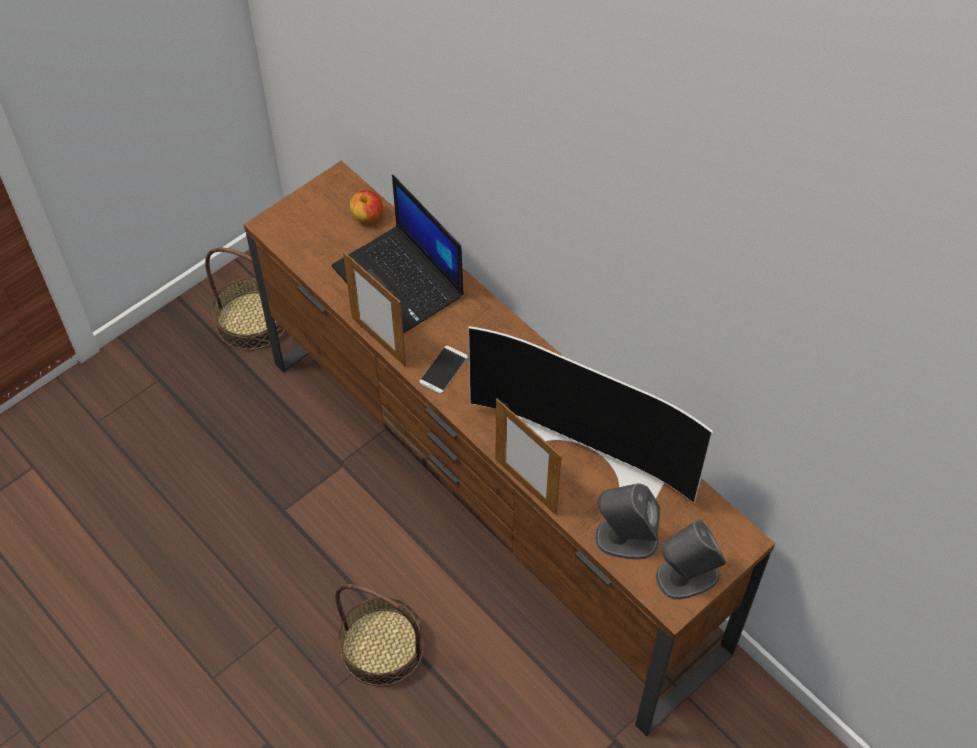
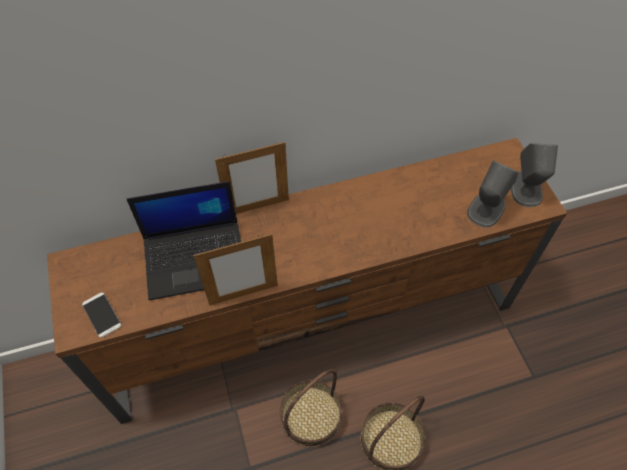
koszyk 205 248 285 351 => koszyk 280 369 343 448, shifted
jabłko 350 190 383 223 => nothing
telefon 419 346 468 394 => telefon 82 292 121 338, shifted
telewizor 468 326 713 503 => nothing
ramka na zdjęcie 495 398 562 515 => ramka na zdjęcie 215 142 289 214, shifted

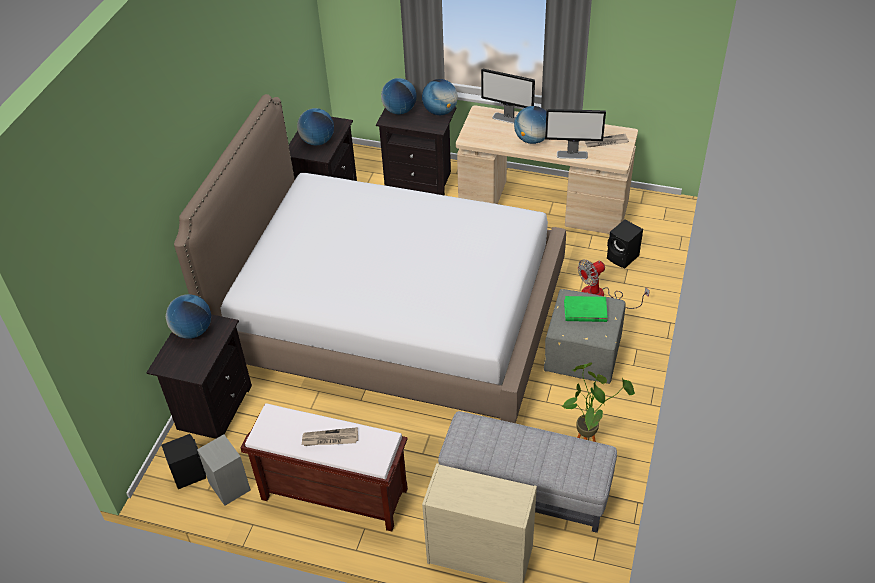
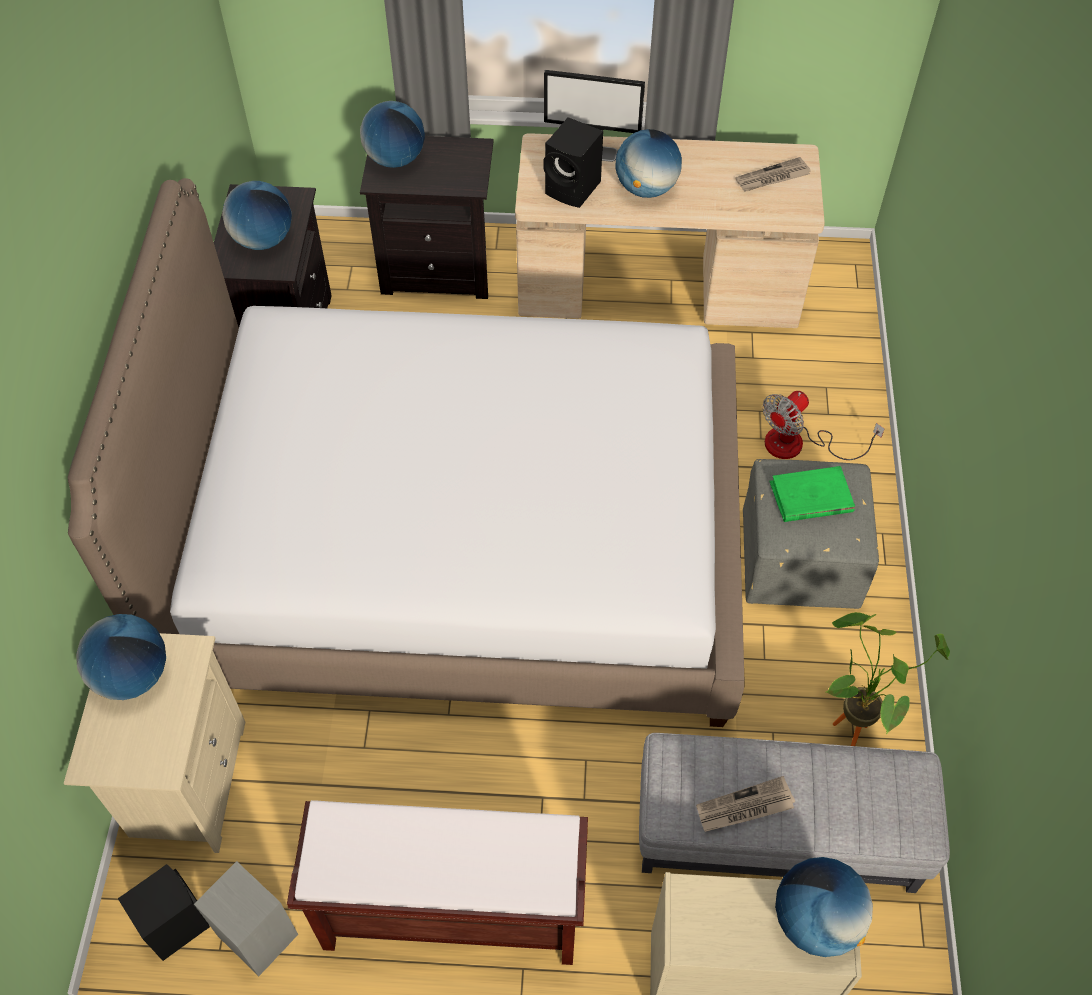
szafka nocna [czarny] 146 314 252 439 => szafka nocna [beżowy] 64 633 245 853
gazeta 301 427 358 446 => gazeta 696 776 795 832, shifted
globus 422 79 458 115 => globus 775 857 873 957, shifted
monitor 545 109 606 159 => nothing
głośnik [czarny] 607 219 643 268 => głośnik [czarny] 544 117 603 208, shifted

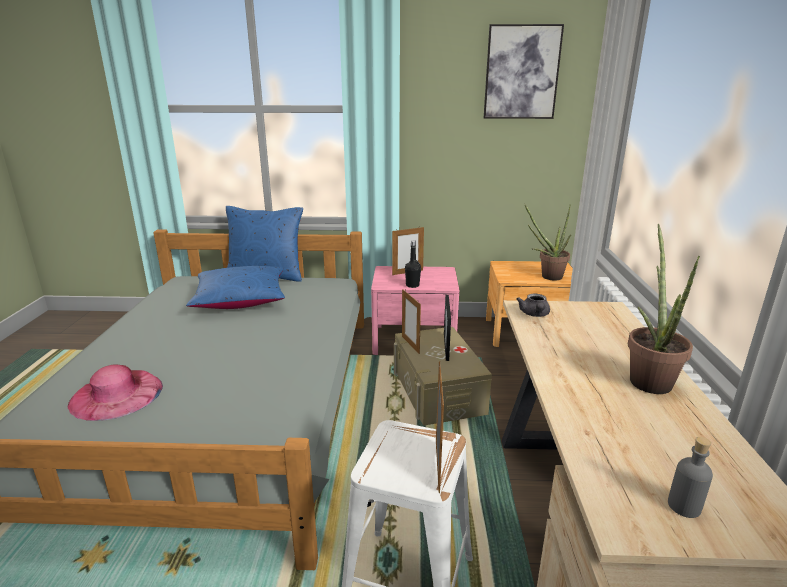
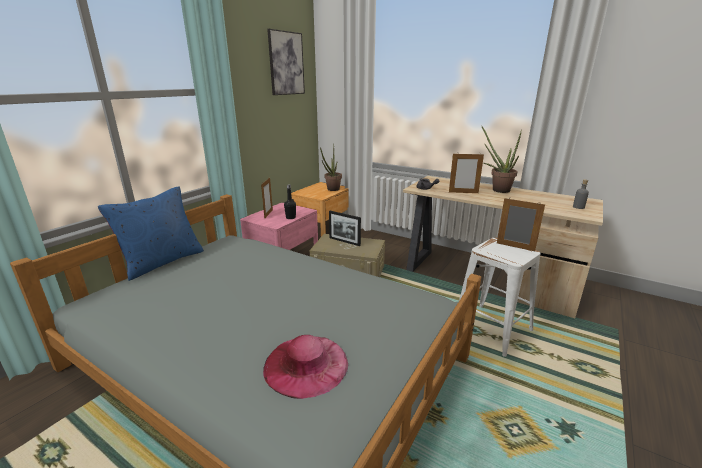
poduszka [niebieski] 186 266 285 309 => nothing
ramka na zdjęcie 402 289 421 354 => ramka na zdjęcie 449 152 484 193, shifted

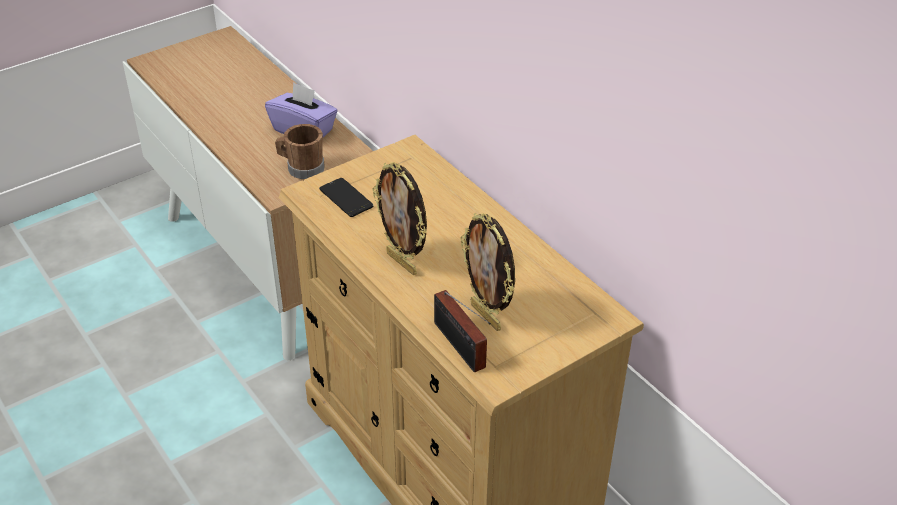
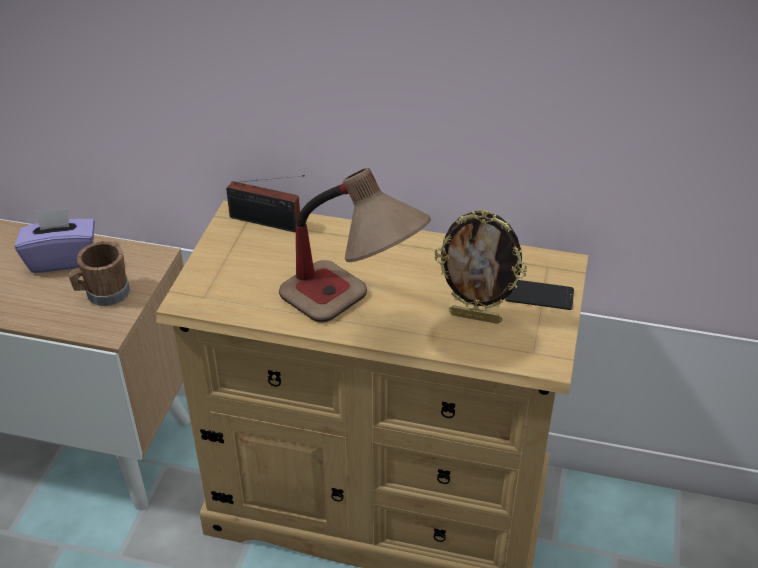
telefon 319 178 374 217 => telefon 505 280 574 310, shifted
ramka na zdjęcie 373 162 427 275 => lampa stołowa 279 168 431 323
radio 434 290 491 372 => radio 226 175 305 232, shifted

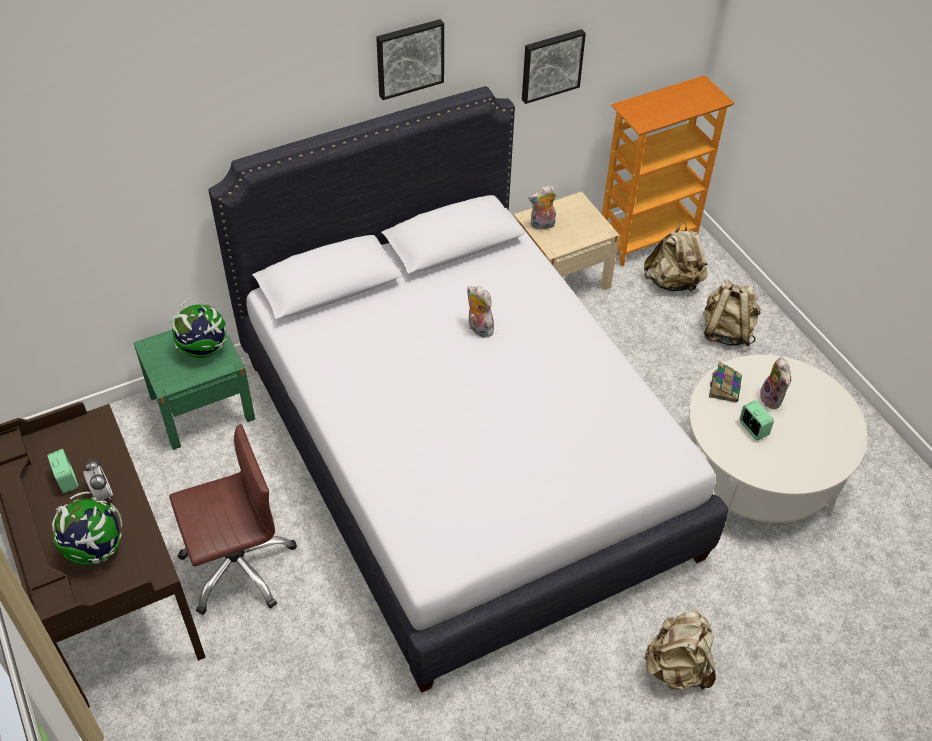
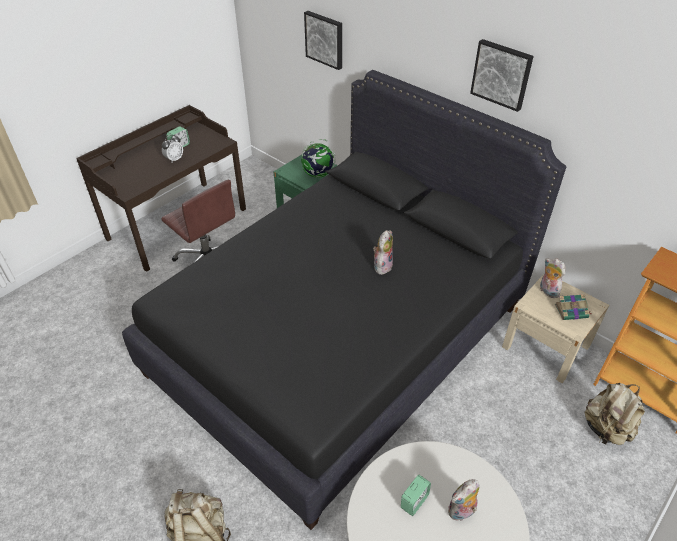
globus 52 492 122 565 => nothing
łóżko [biały] 209 86 728 693 => łóżko [czarny] 122 70 566 530
obraz 522 29 586 104 => obraz 304 11 342 70, shifted
plecak [beżowy] 703 279 761 346 => nothing
książka 709 361 742 403 => książka 555 294 591 320, shifted

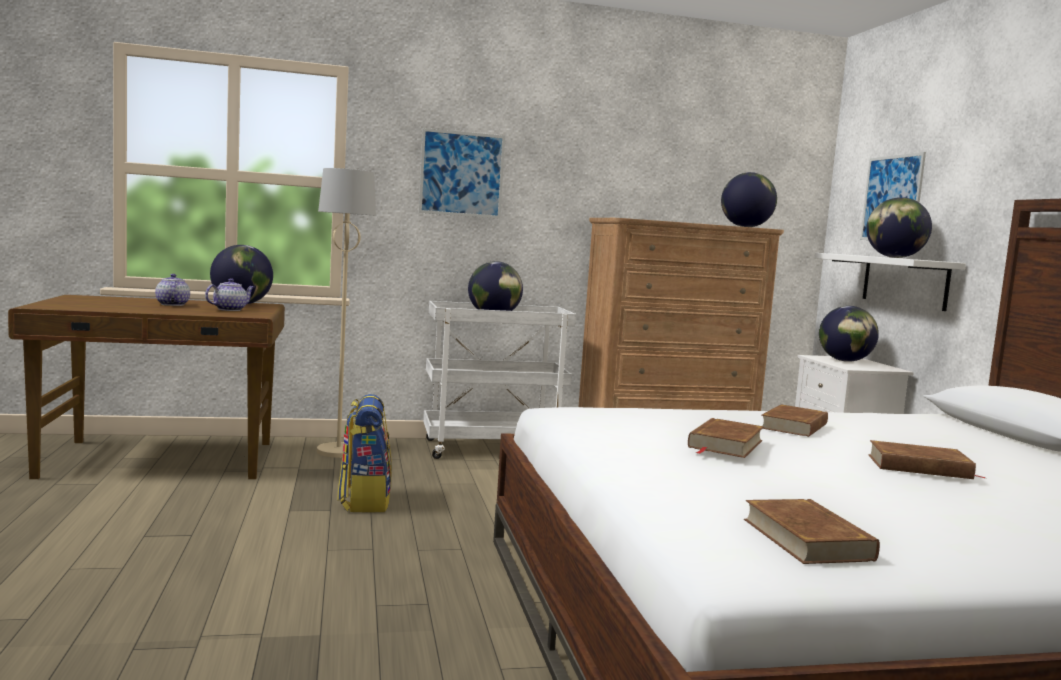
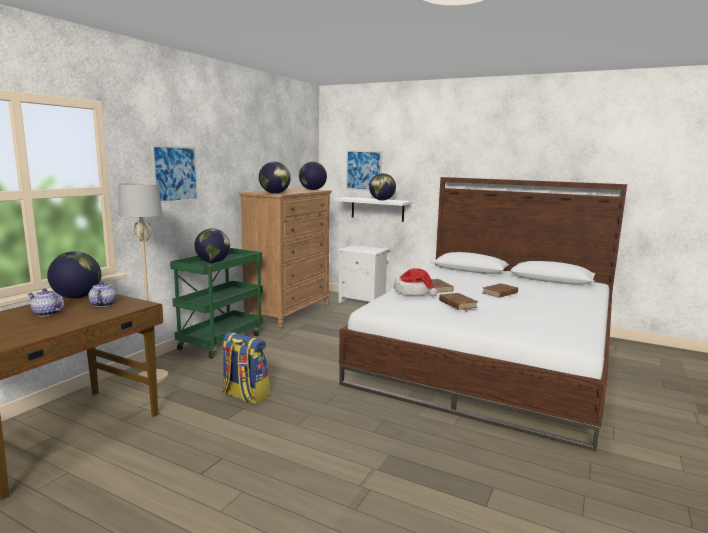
wózek [biały] 423 301 576 459 => wózek [zielony] 170 248 263 359
książka [brązowy] 744 499 880 564 => nothing
globus 819 306 879 362 => globus 259 162 291 194, shifted
nothing => kapelusz 394 268 438 296

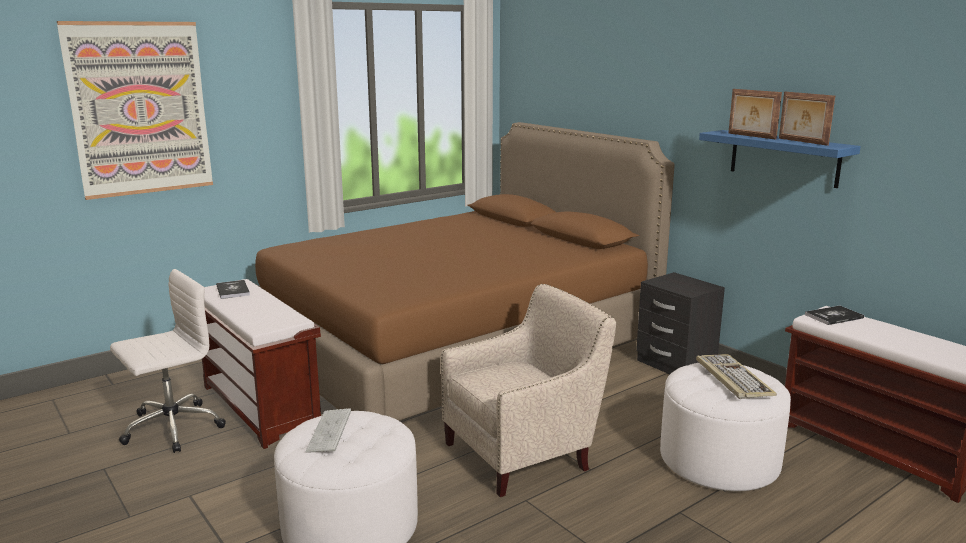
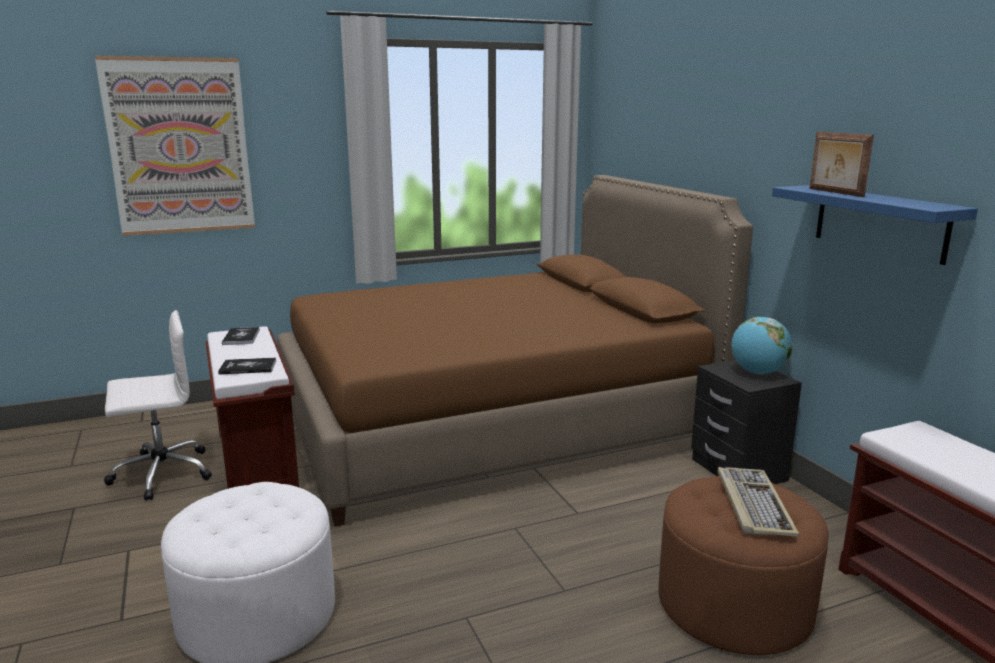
klawiatura 305 408 351 453 => nothing
fotel [beżowy] 440 284 616 497 => nothing
pufa [biały] 660 363 791 492 => pufa [brązowy] 658 476 829 655
ramka na zdjęcie 779 92 835 146 => nothing
książka 805 306 864 325 => książka 218 358 276 374, shifted
nothing => globus 731 317 792 374

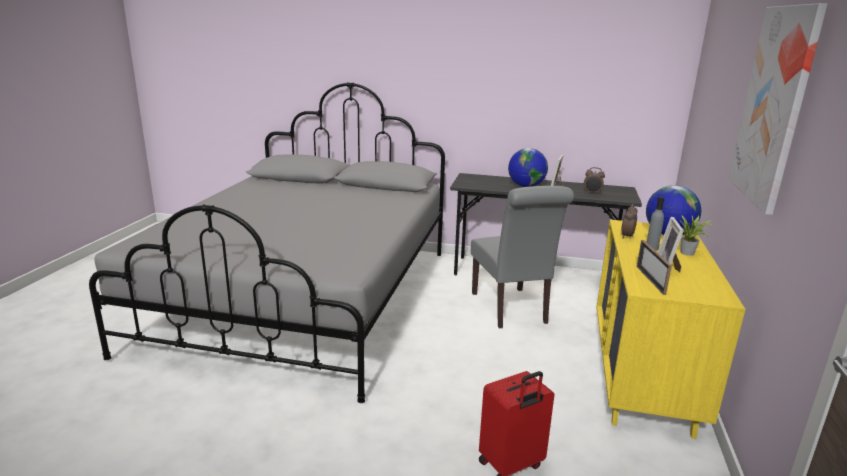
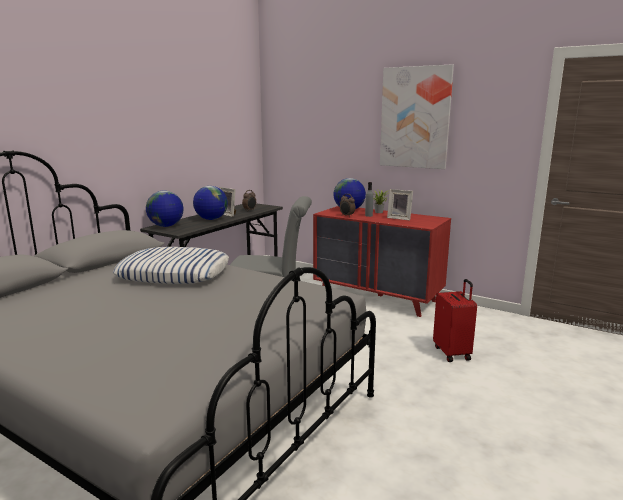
komoda [żółty] 597 220 746 439 => komoda [czerwony] 313 206 451 317
ramka na zdjęcie 637 240 672 295 => nothing
nothing => poduszka 113 247 229 284
nothing => globus 146 191 183 227

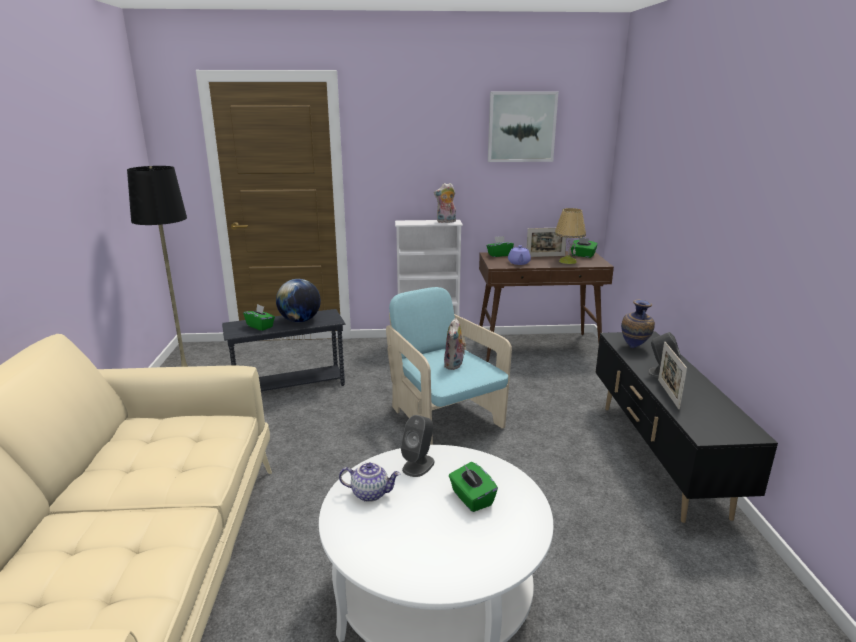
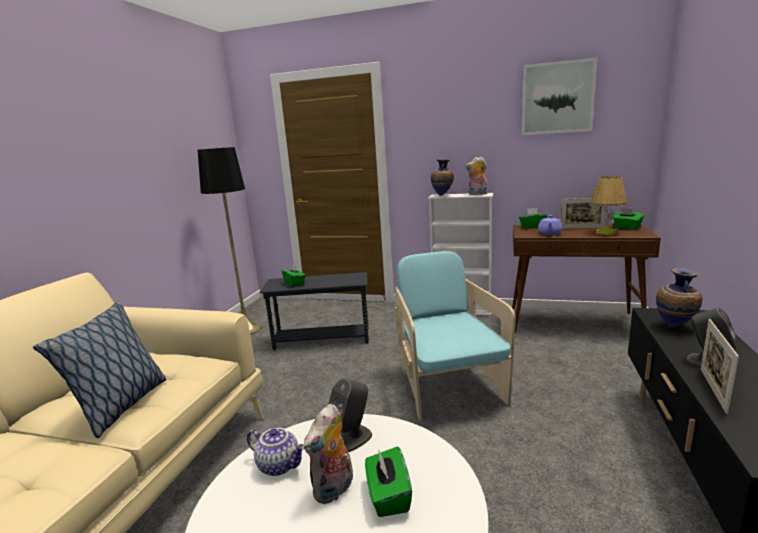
globus 276 279 321 322 => nothing
pluszak 444 318 467 370 => pluszak 304 404 353 504, shifted
nothing => poduszka 33 301 166 438
nothing => wazon 431 159 454 196

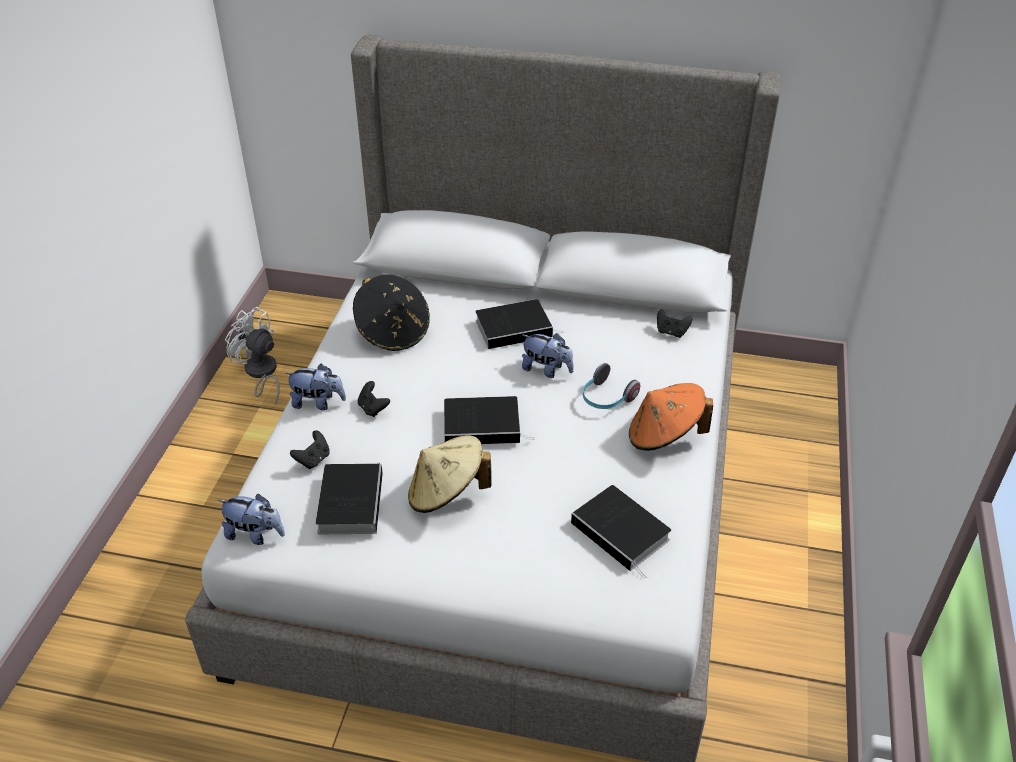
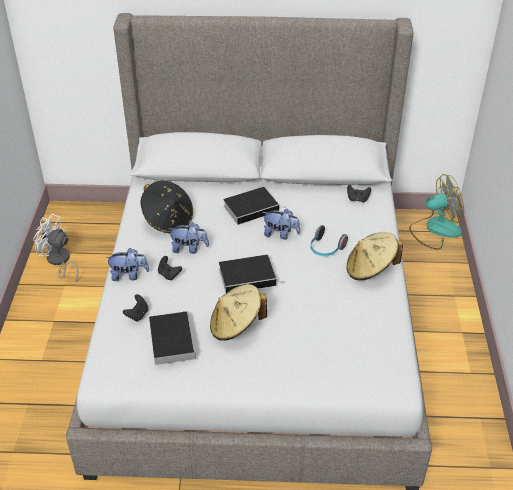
pluszak 218 494 285 545 => pluszak 169 222 209 254, shifted
książka 571 485 671 579 => nothing
kapelusz [pomarańczowy] 629 383 713 451 => kapelusz [beżowy] 346 232 403 280
nothing => wentylator 409 174 464 250

